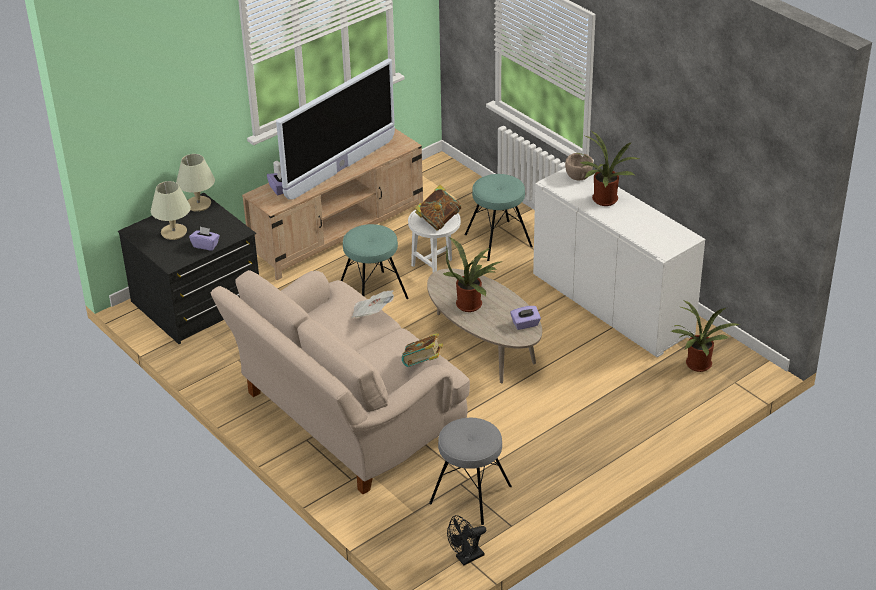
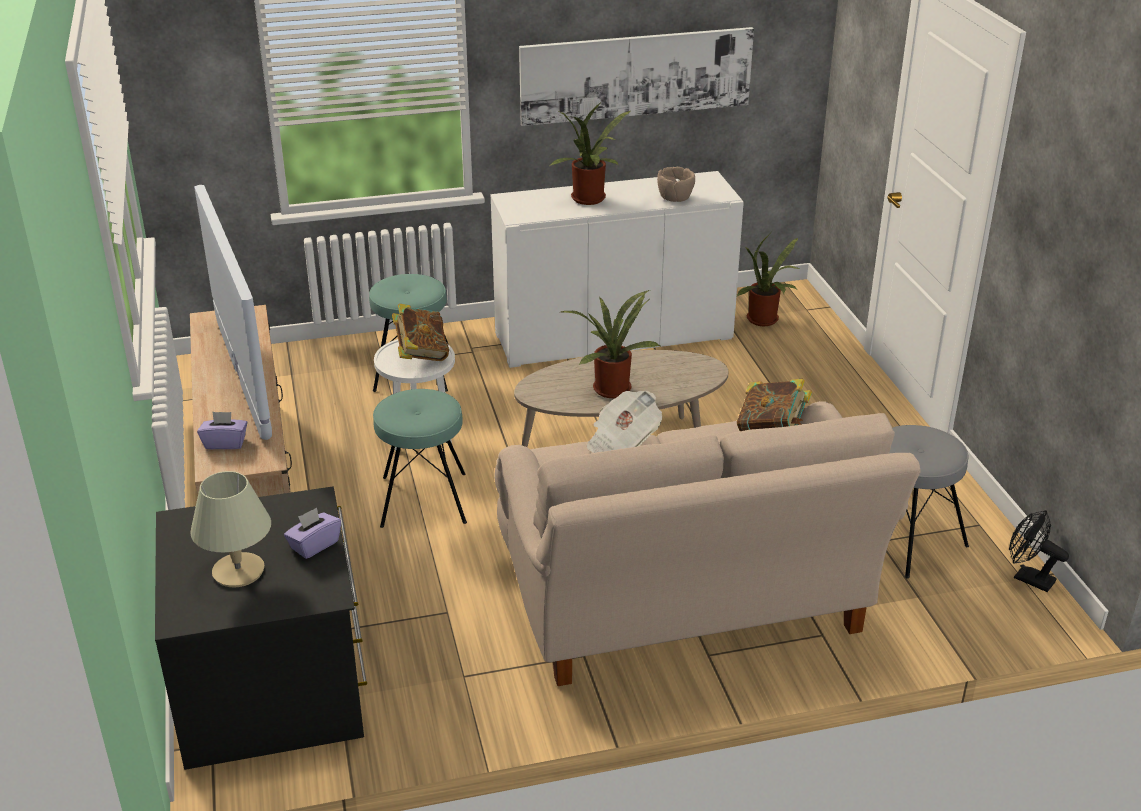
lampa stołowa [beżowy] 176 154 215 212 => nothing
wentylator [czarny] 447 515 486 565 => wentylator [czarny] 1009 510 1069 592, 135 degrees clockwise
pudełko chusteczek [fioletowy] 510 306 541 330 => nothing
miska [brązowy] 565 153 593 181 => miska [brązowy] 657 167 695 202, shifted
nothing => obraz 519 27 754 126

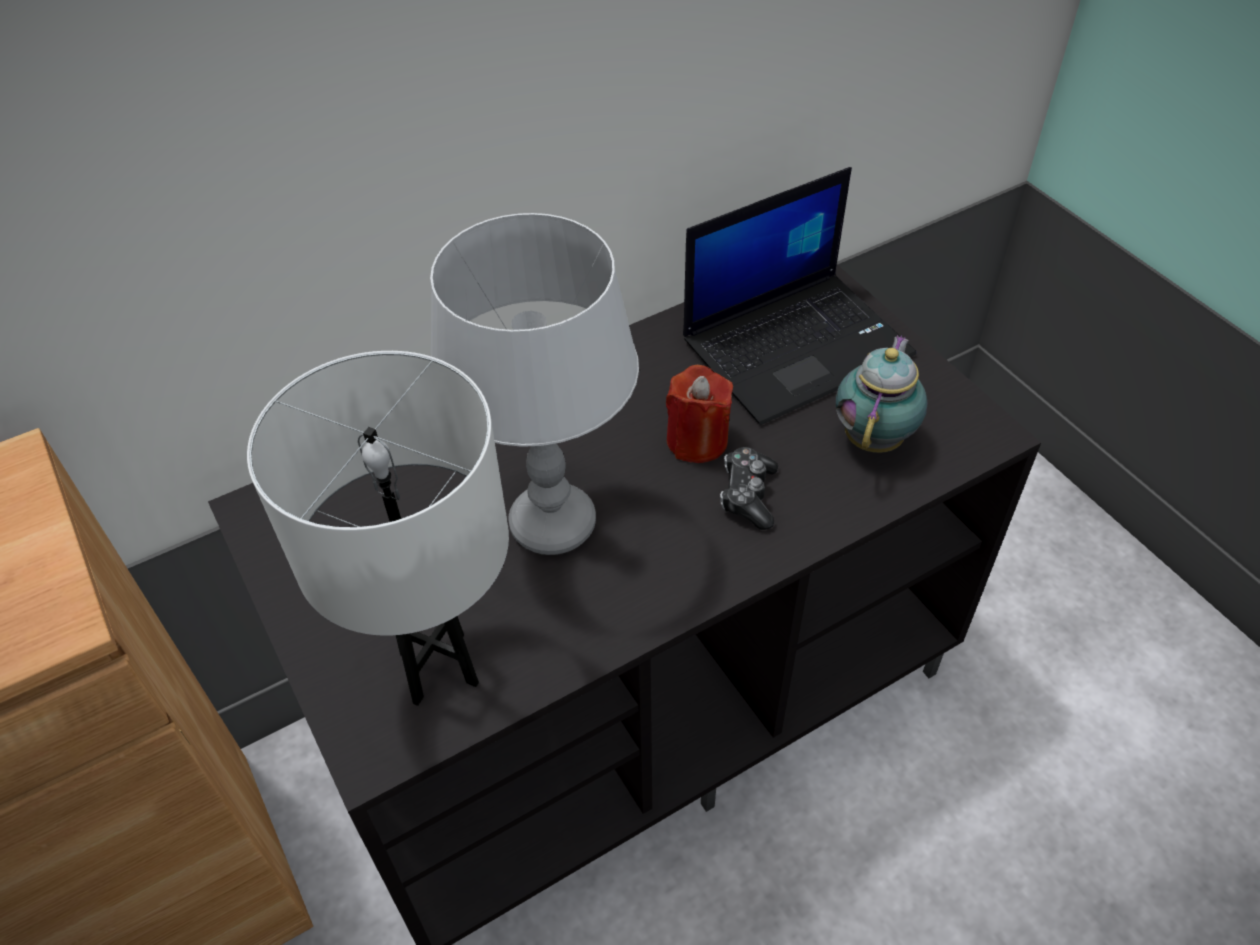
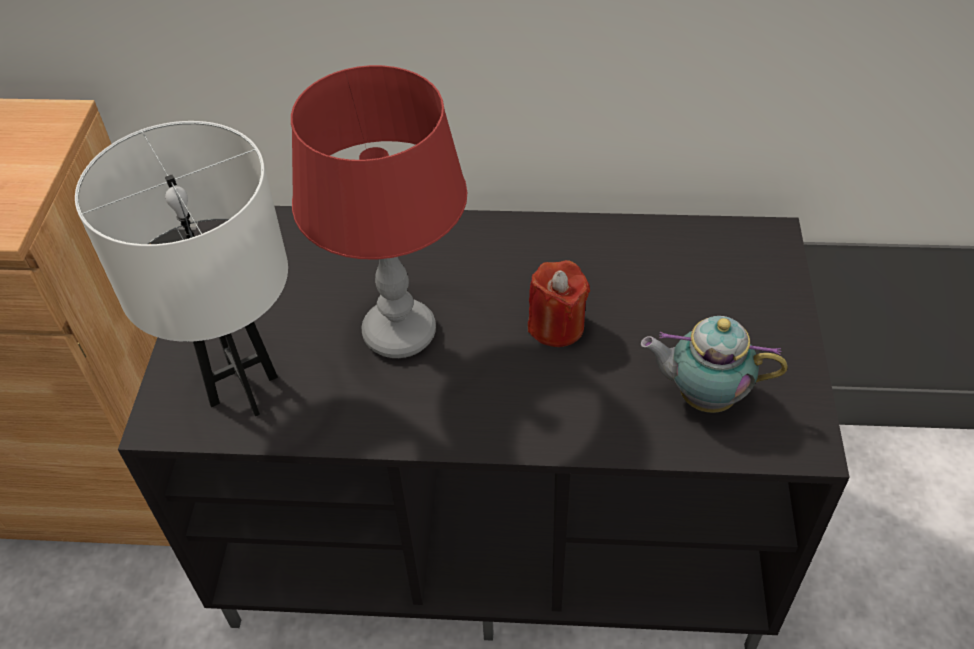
lampa stołowa [szary] 430 213 639 555 => lampa stołowa [czerwony] 291 65 467 358
laptop 683 167 916 425 => nothing
pad do gier 720 447 778 530 => nothing
imbryk 836 335 927 453 => imbryk 641 316 788 413, 135 degrees counterclockwise

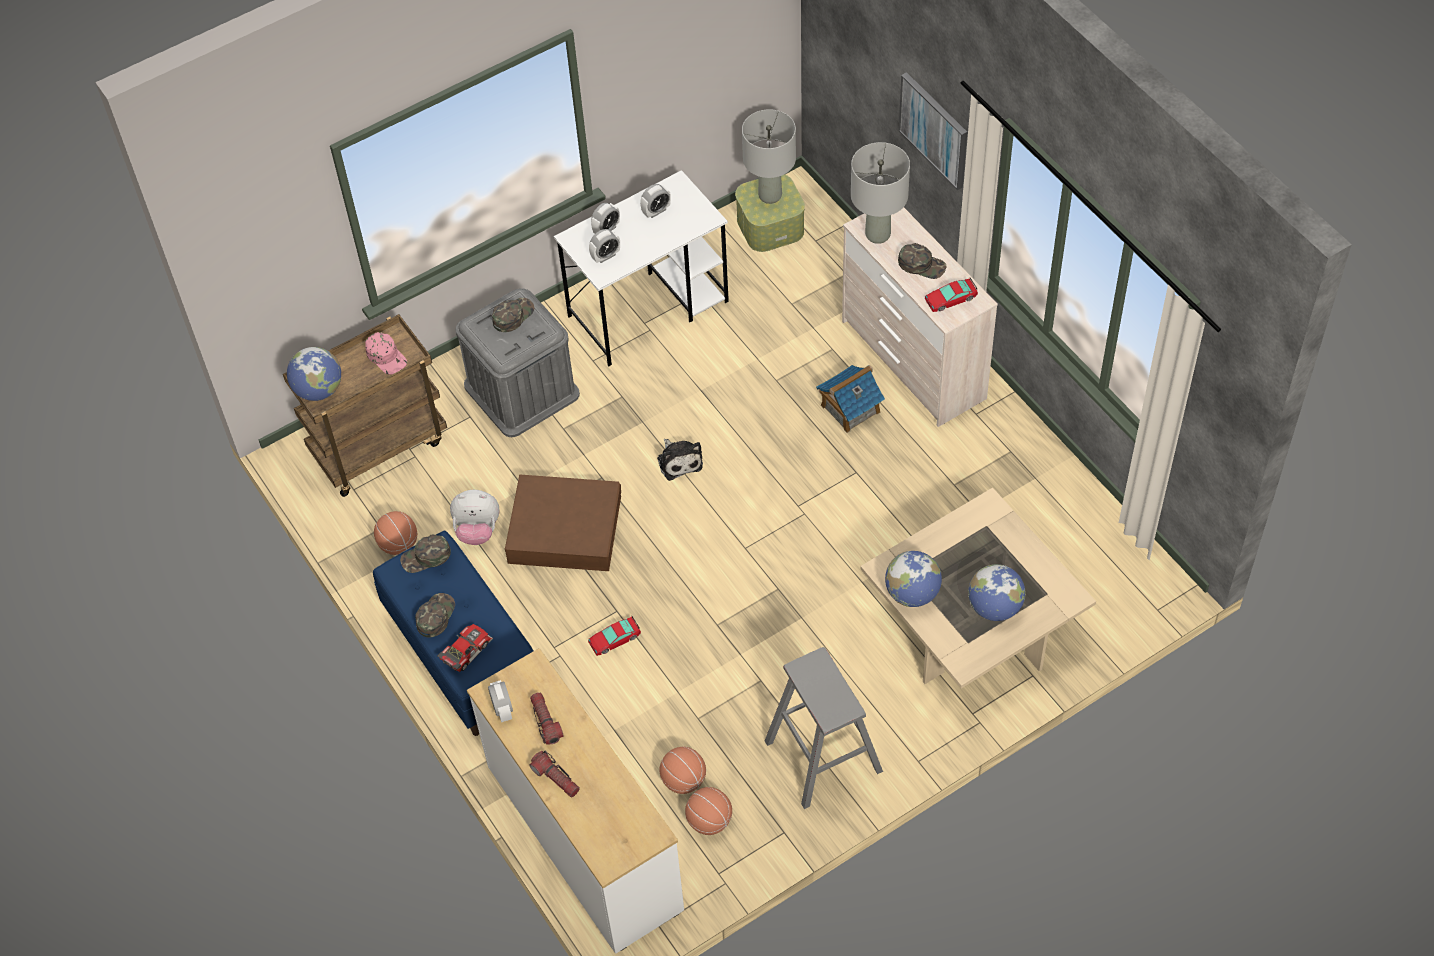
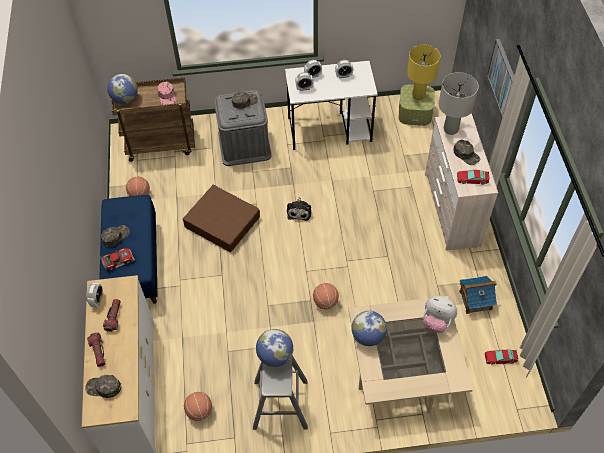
czapka z daszkiem [zielony] 400 534 451 573 => czapka z daszkiem [zielony] 85 375 121 398, shifted
pluszak 450 490 500 545 => pluszak 423 296 457 333, shifted
samochodzik 588 616 641 656 => samochodzik 485 350 518 365, shifted
piłka do koszykówki 660 746 706 794 => piłka do koszykówki 313 283 339 309, shifted
lampa stołowa [szary] 742 109 796 204 => lampa stołowa [żółty] 407 45 440 100
domek 816 365 885 433 => domek 459 276 497 314, shifted
globus 968 564 1026 621 => globus 256 329 293 367, shifted

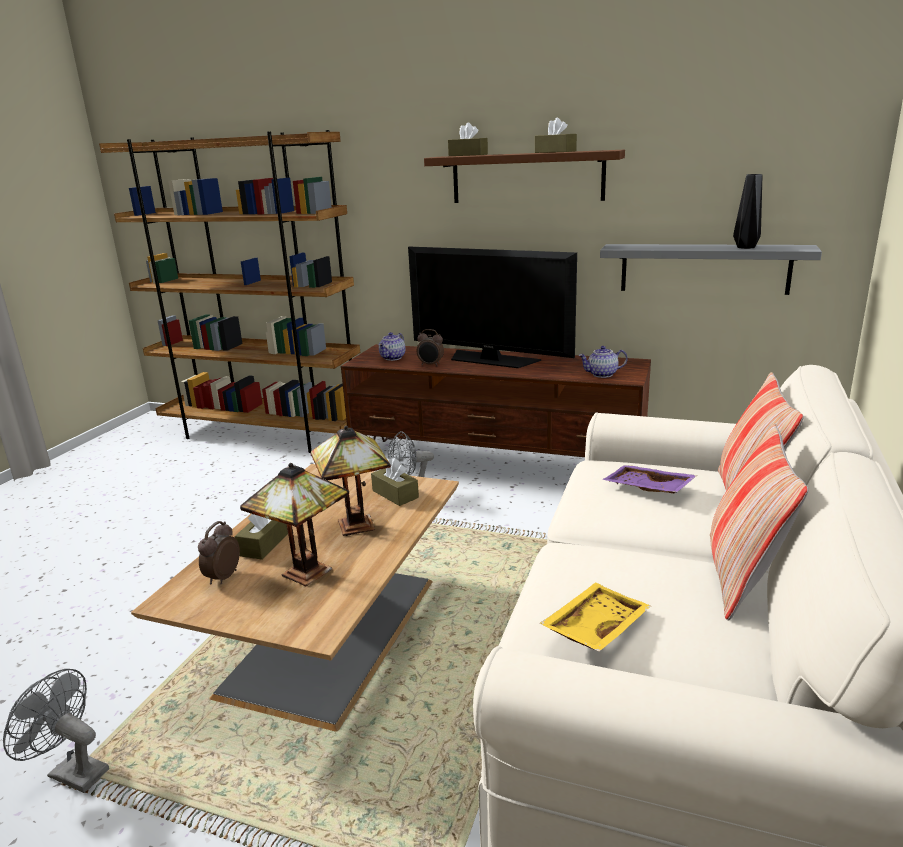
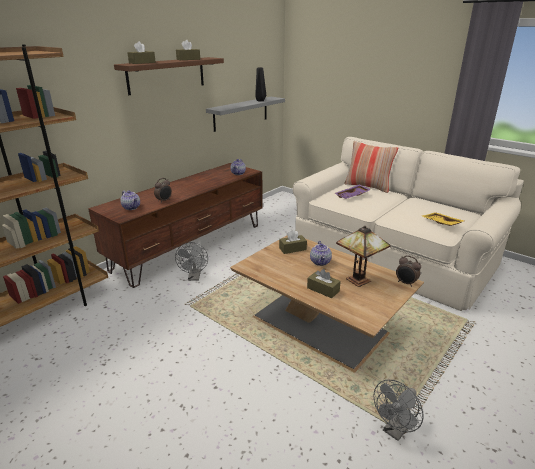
budzik 198 521 240 585 => budzik 396 255 421 287, shifted
lampa stołowa 310 425 391 536 => imbryk 310 241 332 266
telewizor 408 247 577 368 => nothing
poduszka 710 423 808 621 => nothing

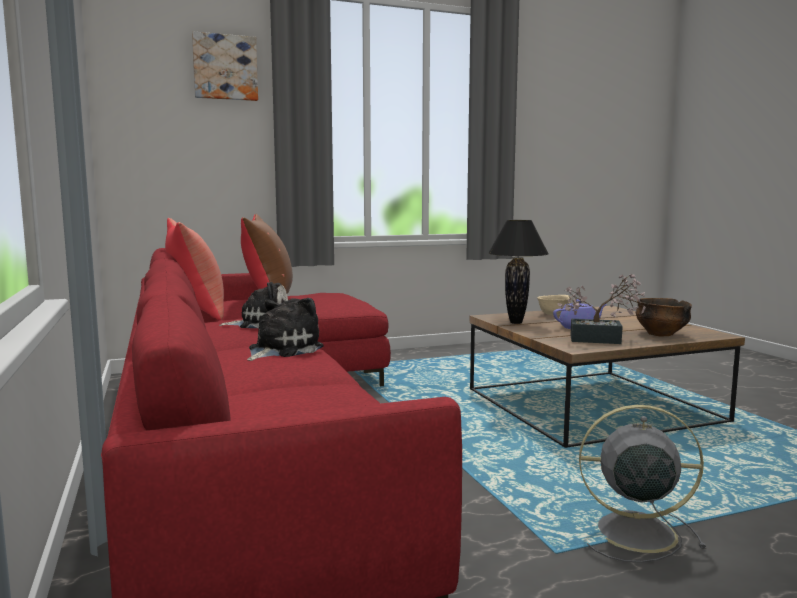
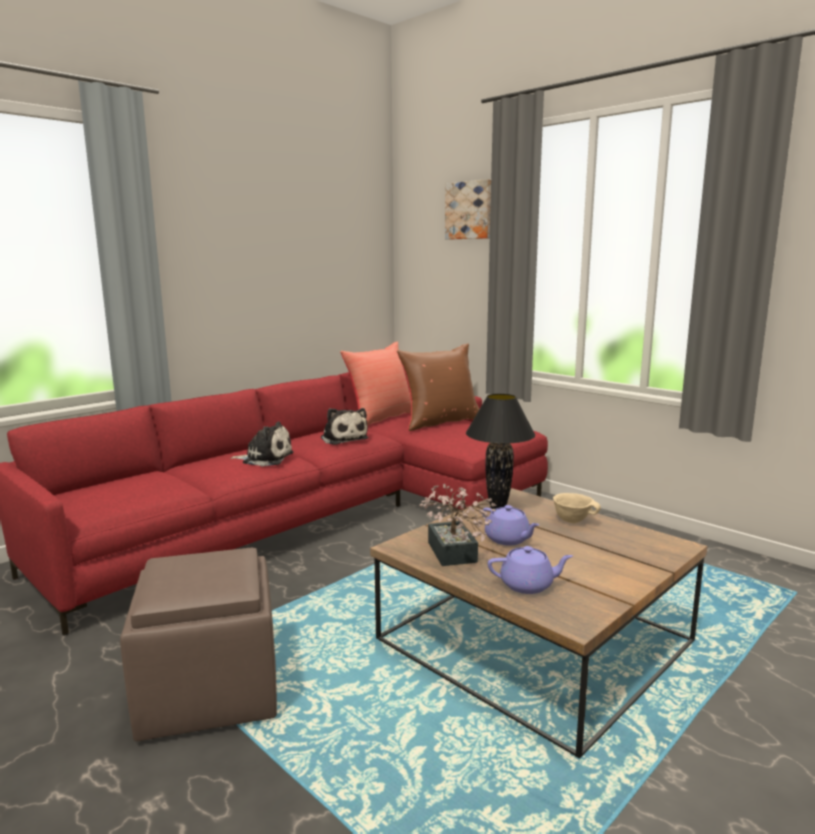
wentylator [szary] 579 405 706 563 => pufa [brązowy] 120 548 277 741
miska 636 298 692 336 => imbryk [fioletowy] 488 546 573 594

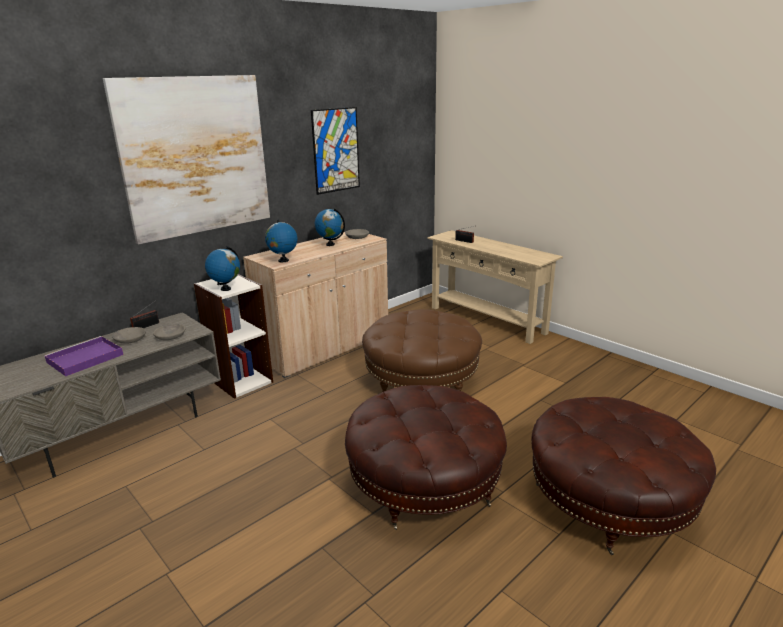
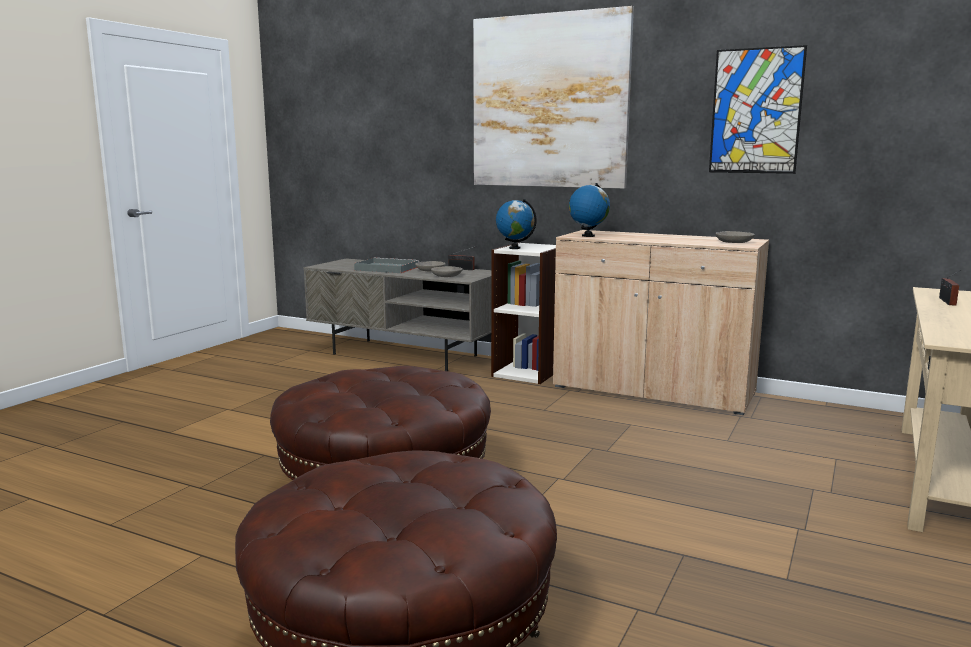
taca [fioletowy] 44 336 123 376 => taca [szary] 354 258 419 273
globus 315 208 345 246 => nothing
pufa [brązowy] 362 309 482 392 => nothing

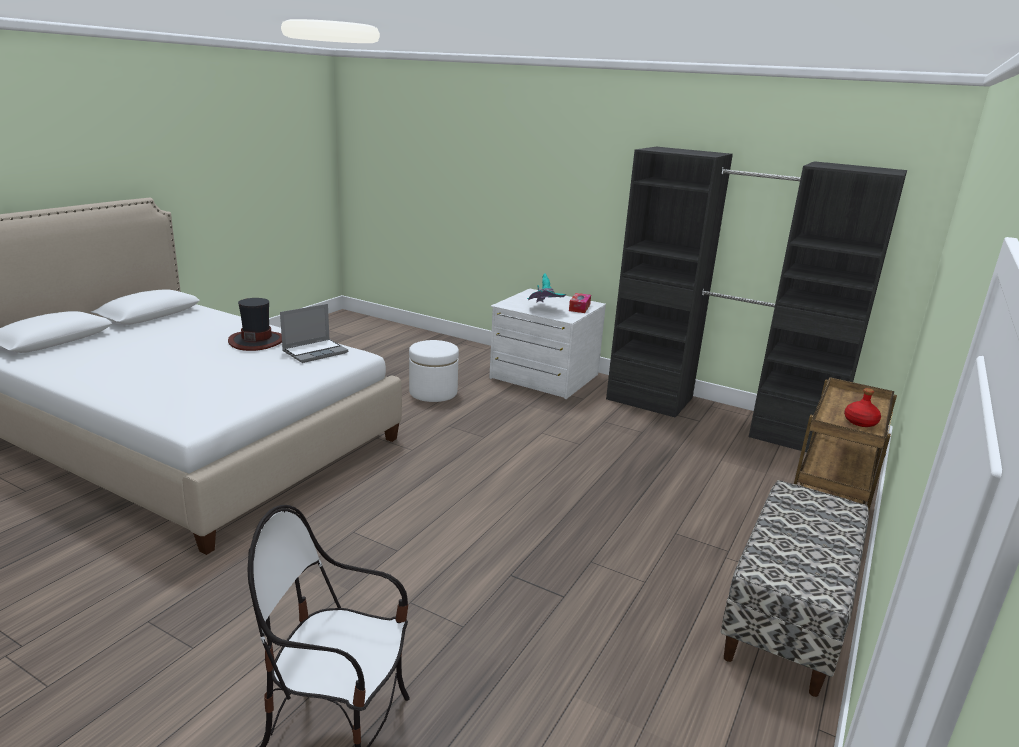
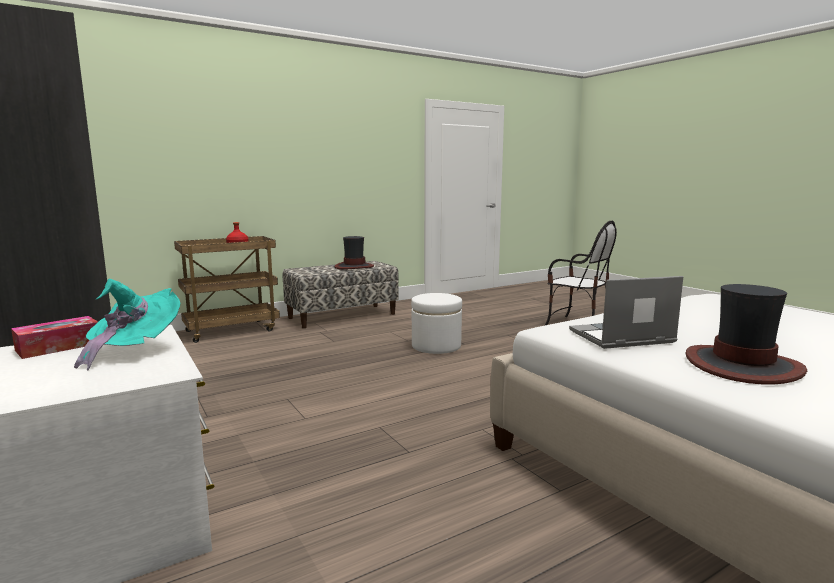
pufa [biały] 409 340 459 402 => pufa [biały] 411 293 462 354, shifted
nothing => kapelusz 335 236 374 270

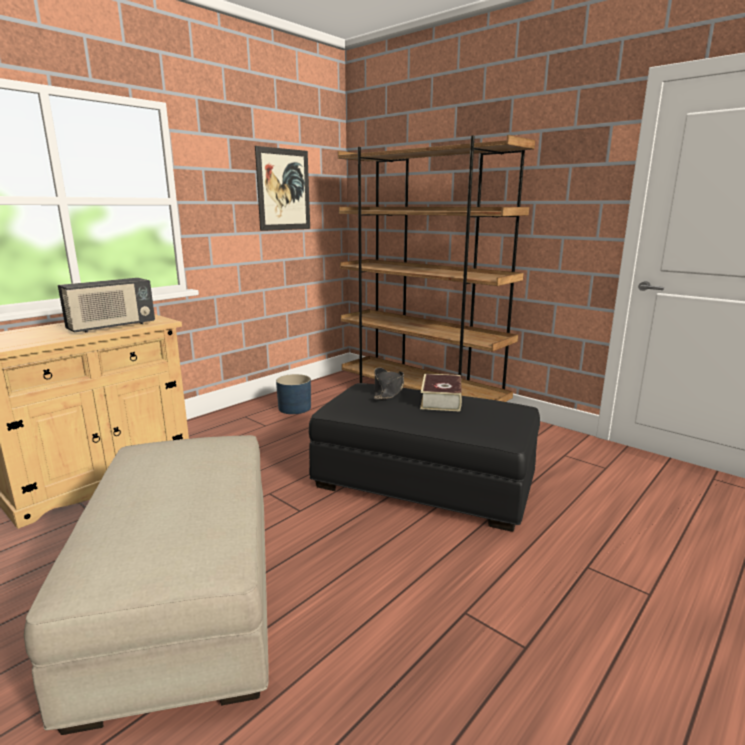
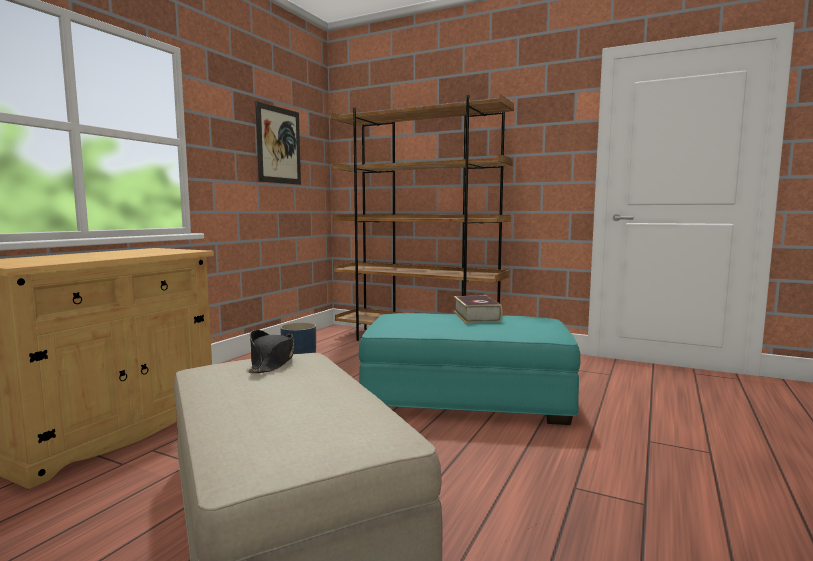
radio 58 278 155 333 => nothing
pufa [czarny] 309 383 540 532 => pufa [turkusowy] 359 313 581 425
kapelusz [czarny] 374 367 404 400 => kapelusz [czarny] 248 330 294 373, shifted

